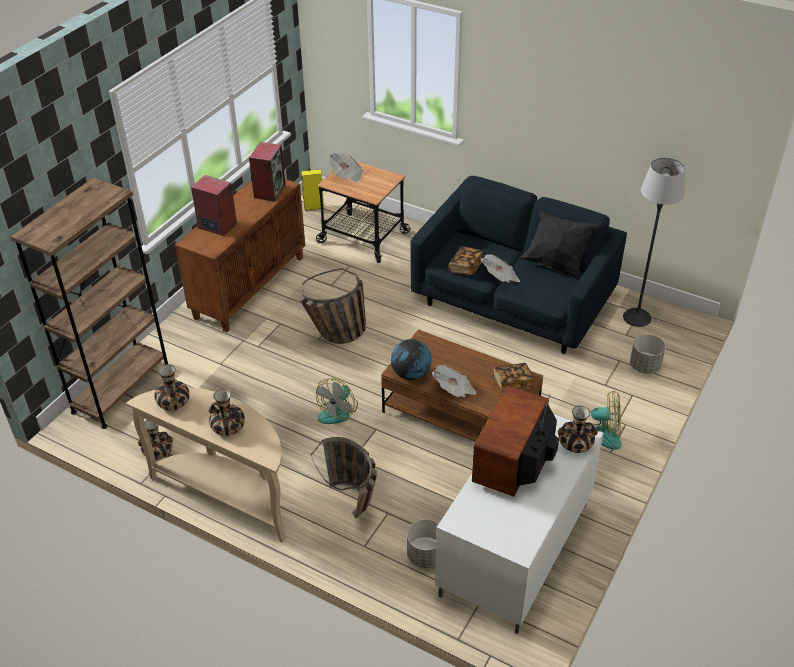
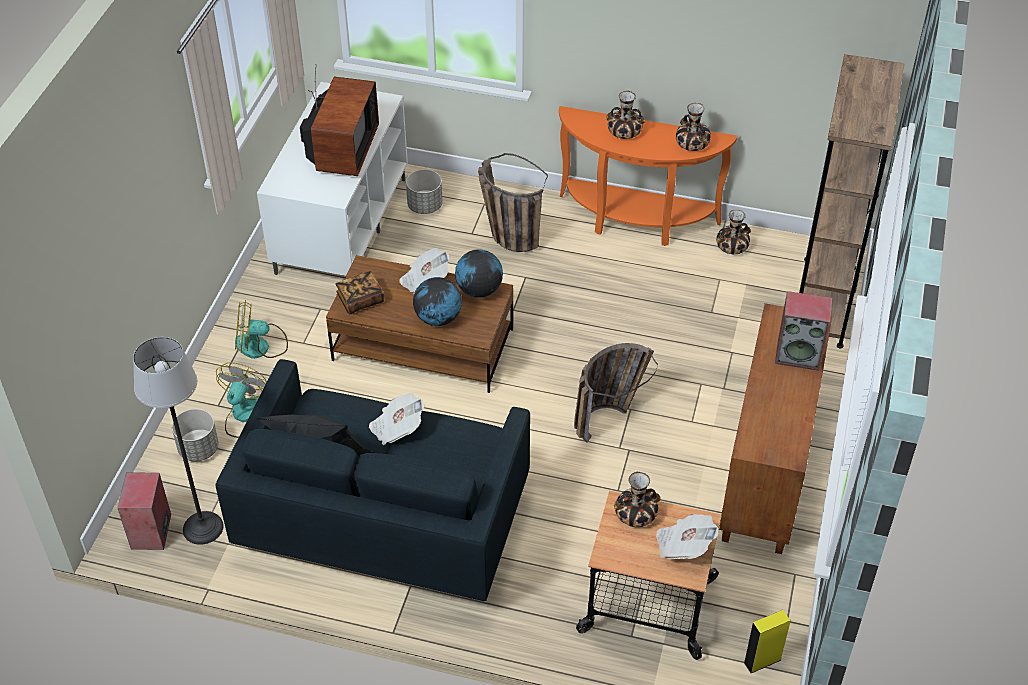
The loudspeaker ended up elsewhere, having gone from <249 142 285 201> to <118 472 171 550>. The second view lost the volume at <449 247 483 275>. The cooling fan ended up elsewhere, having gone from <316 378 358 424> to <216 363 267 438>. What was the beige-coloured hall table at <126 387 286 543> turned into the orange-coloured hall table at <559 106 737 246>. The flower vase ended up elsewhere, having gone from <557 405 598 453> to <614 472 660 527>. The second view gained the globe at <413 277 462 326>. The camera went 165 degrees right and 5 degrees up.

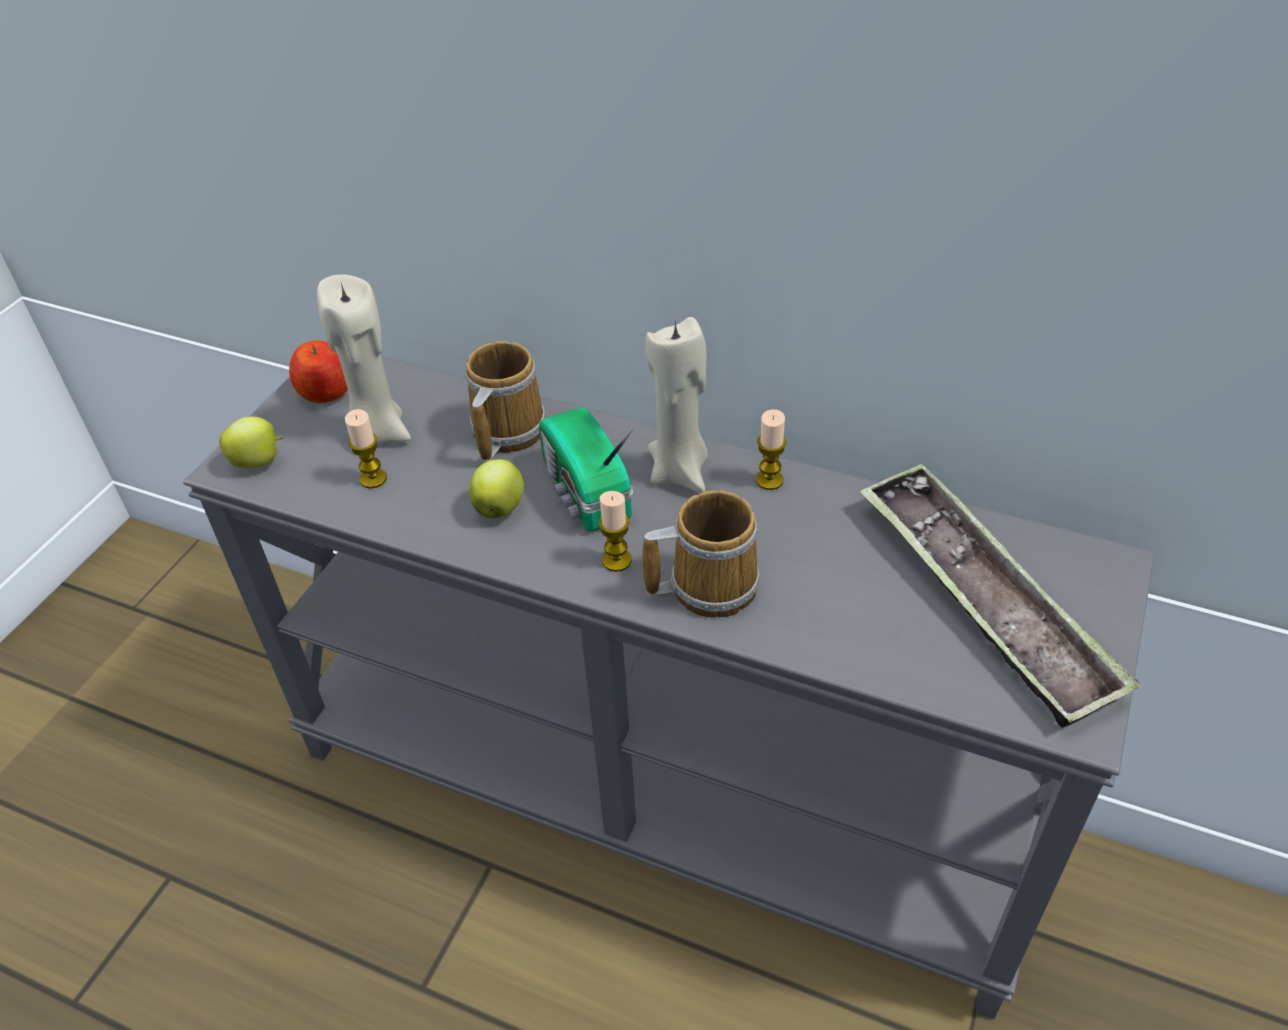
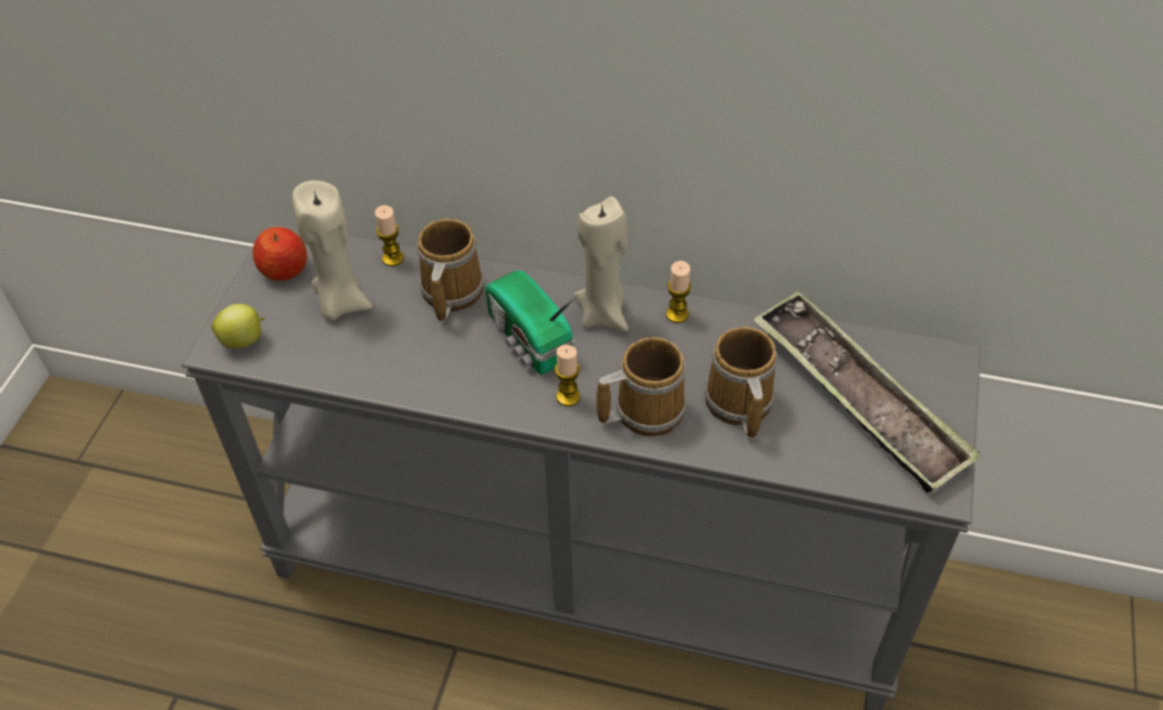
The wax candle ended up elsewhere, having gone from <345 409 387 488> to <375 205 404 266>. The second view lost the apple at <469 459 524 518>. The second view gained the tea mug at <705 327 777 439>. The camera went 10 degrees left and 5 degrees up.

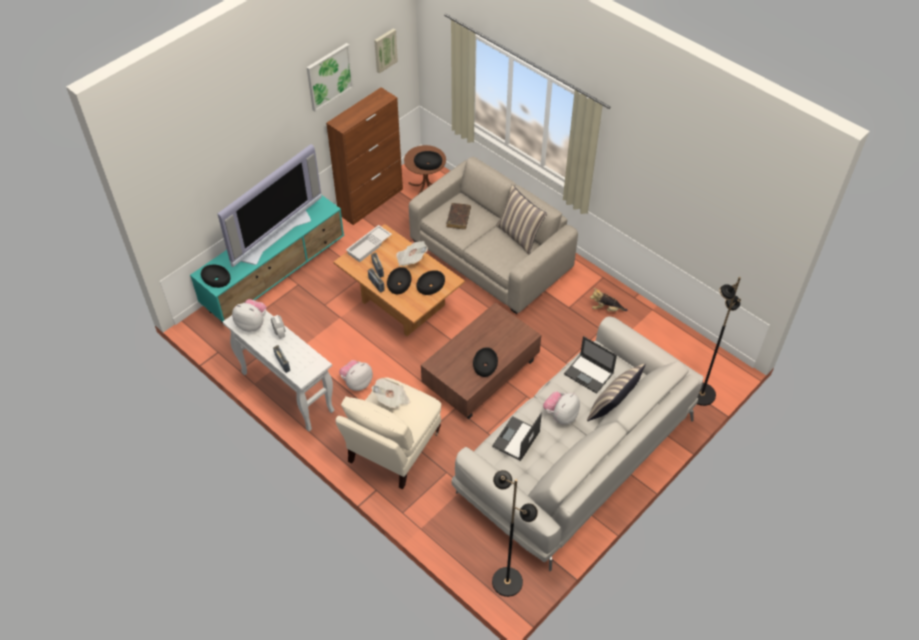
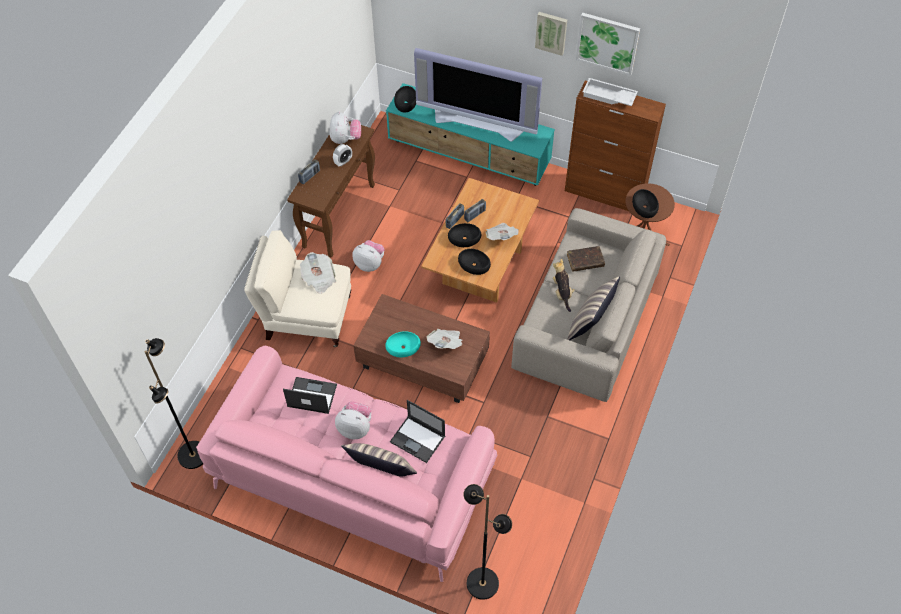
The wall art ended up elsewhere, having gone from <374 28 398 74> to <535 12 567 56>. The whitish carrying tray ended up elsewhere, having gone from <346 225 392 262> to <583 78 638 106>. The soft toy ended up elsewhere, having gone from <590 288 628 312> to <553 259 575 312>. What was the whitish hall table at <223 311 335 431> turned into the brownish hall table at <287 121 375 258>. What was the whitish sofa at <451 317 704 571> turned into the pinkish sofa at <196 346 497 582>. The laptop at <564 336 617 394> ended up facing another way, 75 degrees counterclockwise from before. What was the black-coloured bowl at <473 347 498 377> turned into the turquoise-coloured bowl at <385 331 421 357>. The second view gained the newspaper at <427 329 463 349>. The camera went 70 degrees right and 5 degrees up.

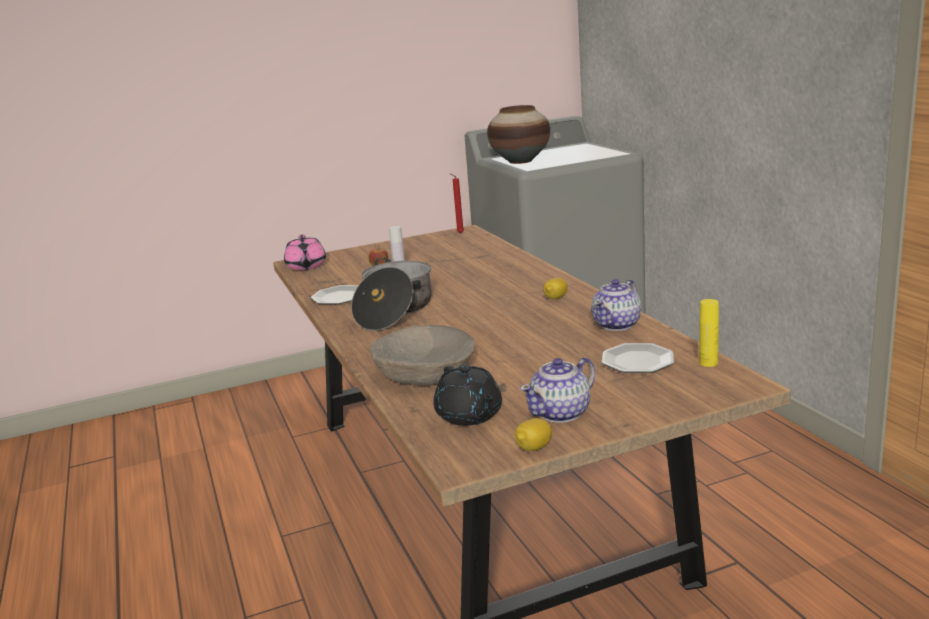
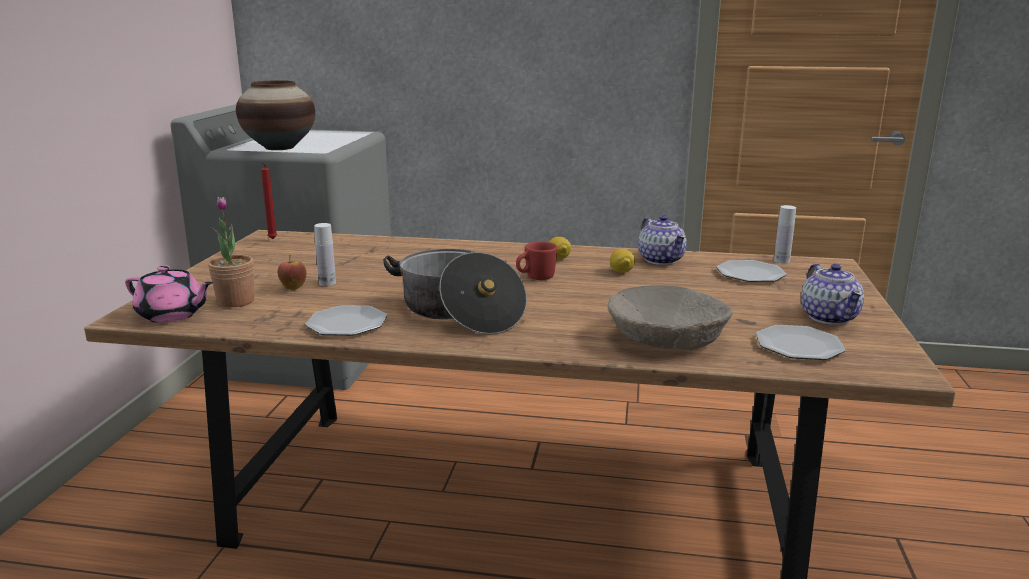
What was the yellow-coloured bottle at <699 299 719 367> turned into the whitish bottle at <774 205 796 264>. Where the black-coloured teapot stood at <433 365 502 426>, the flat dish came to stand at <756 325 846 360>. The citrus fruit ended up elsewhere, having gone from <515 418 552 451> to <610 249 635 273>. The second view gained the houseplant at <208 197 254 307>. The second view gained the red tea mug at <516 242 558 280>. The camera went 60 degrees left and 0 degrees up.

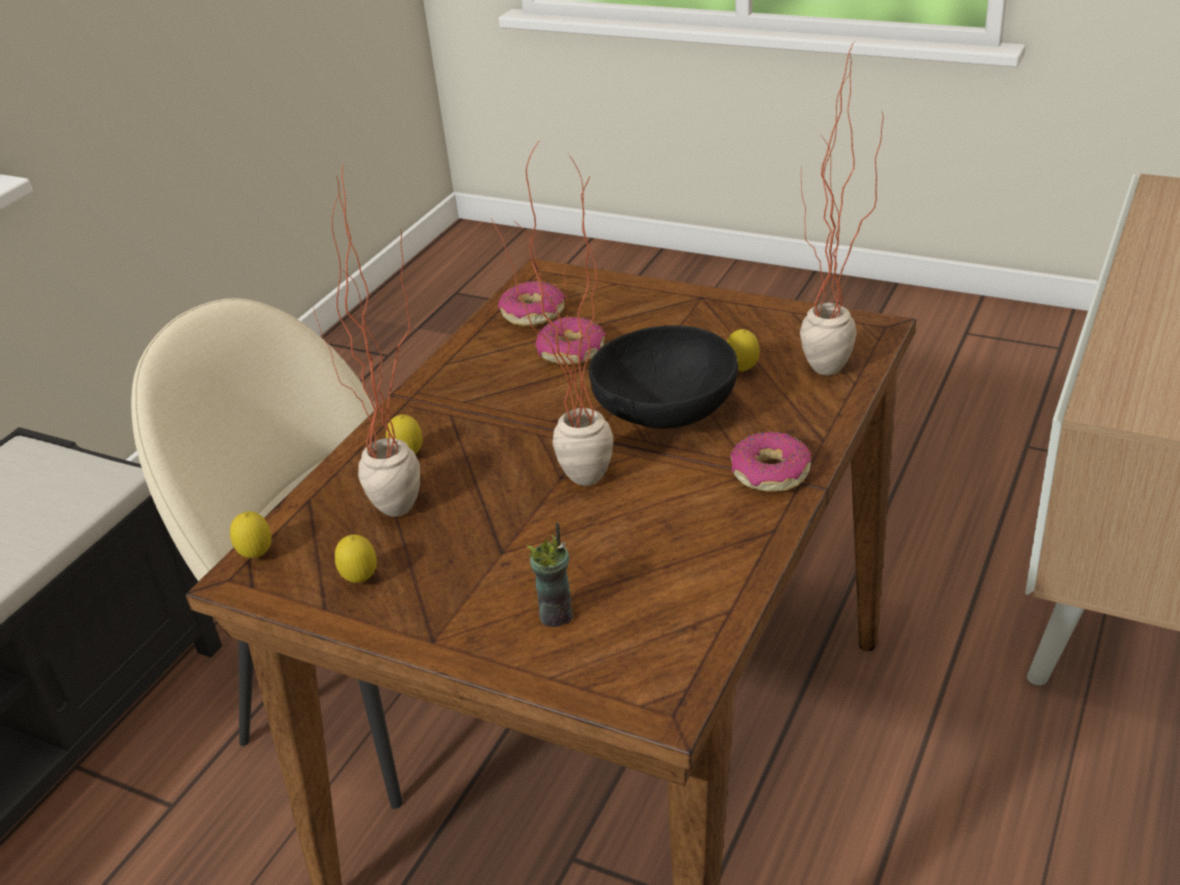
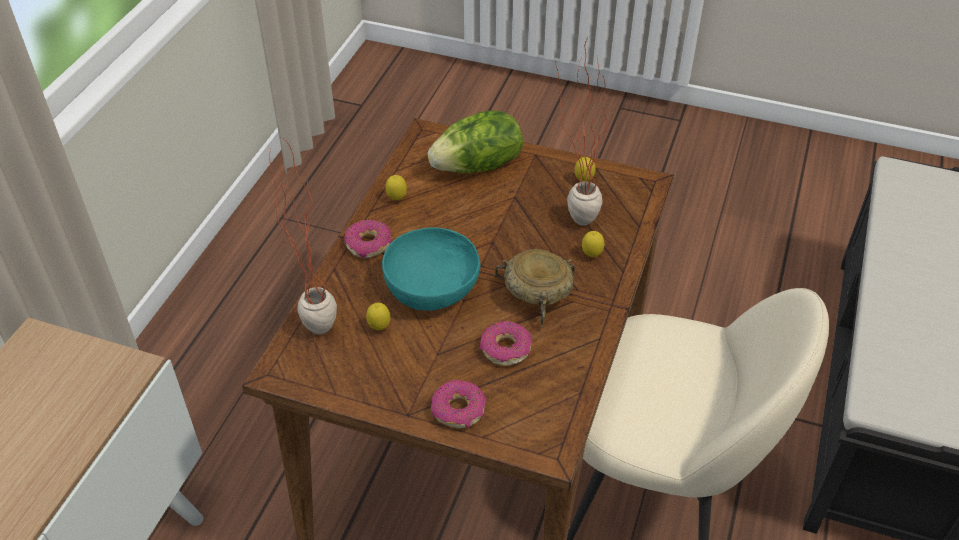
The second view lost the houseplant at <491 139 613 486>. The doughnut ended up elsewhere, having gone from <498 281 565 326> to <431 380 486 429>. What was the black-coloured bowl at <589 325 738 429> turned into the turquoise-coloured bowl at <382 228 480 311>. The citrus fruit ended up elsewhere, having gone from <230 511 272 558> to <386 175 407 200>. Where the cup stood at <527 522 573 627>, the head of lettuce came to stand at <428 111 523 173>. The second view gained the beige-coloured bowl at <494 249 575 328>. The camera went 170 degrees right and 10 degrees up.

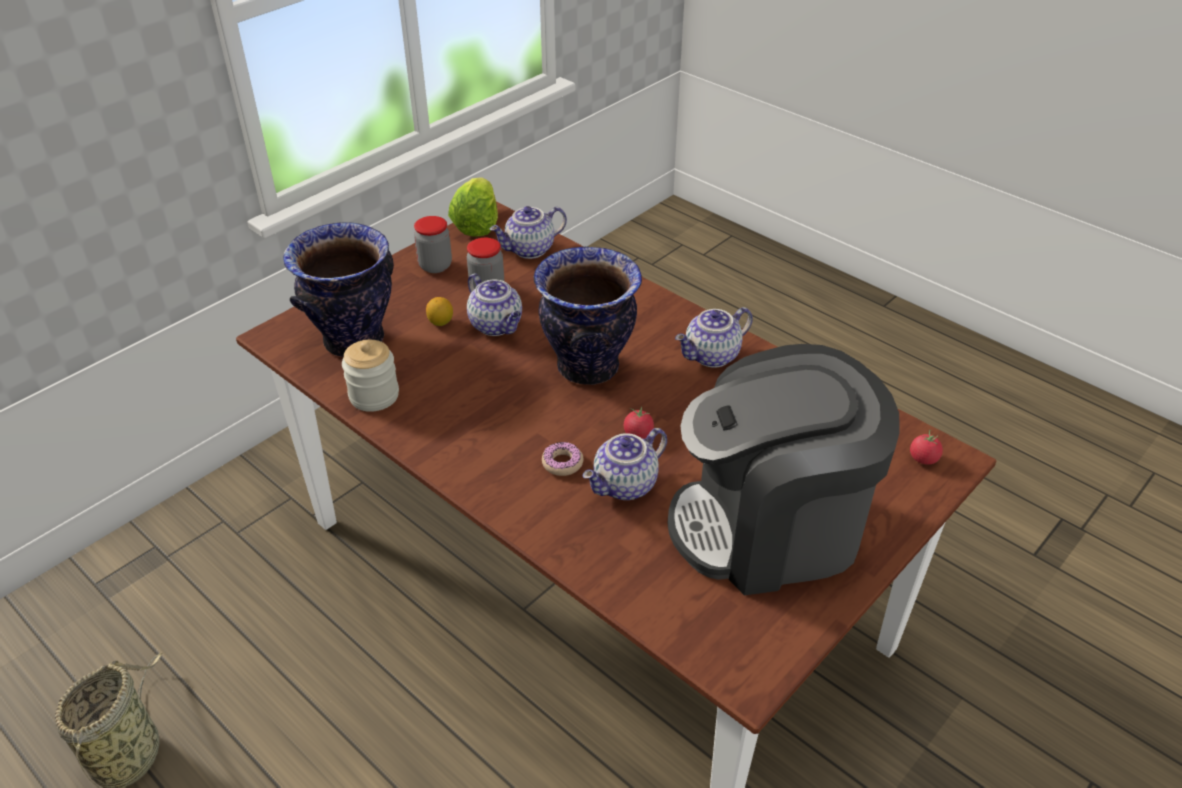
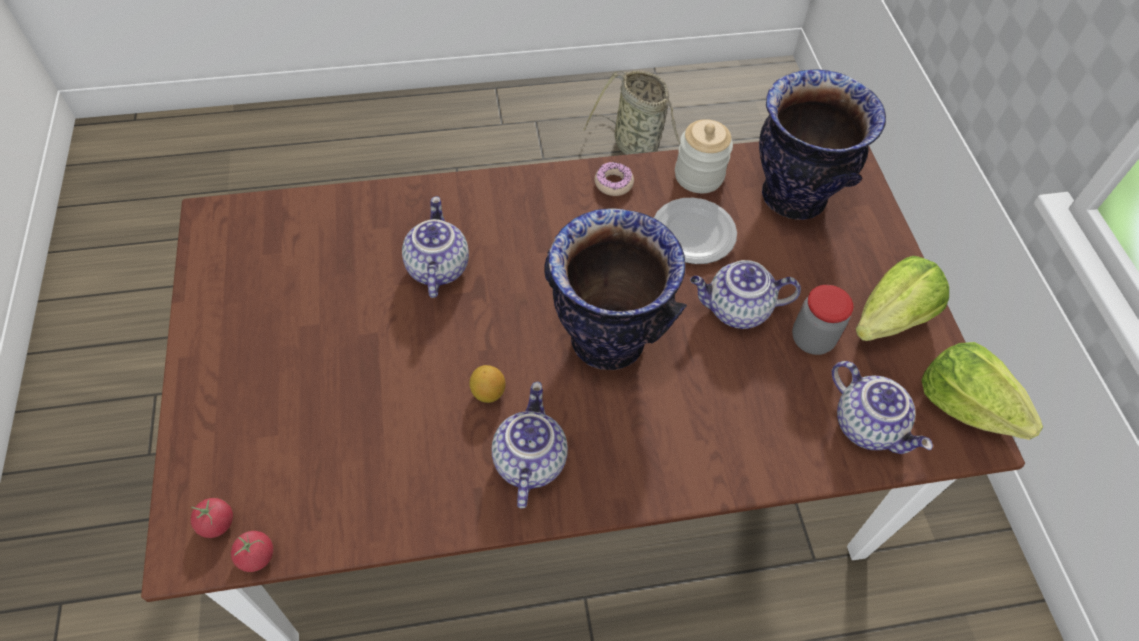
The teapot at <489 206 567 259> ended up facing another way, 135 degrees clockwise from before. Where the preserve jar stood at <414 216 452 273>, the head of lettuce came to stand at <856 256 949 341>. The citrus fruit ended up elsewhere, having gone from <426 297 453 326> to <469 365 506 403>. The second view lost the coffee maker at <667 344 900 595>. The whole tomato ended up elsewhere, having gone from <624 406 654 439> to <231 531 273 572>. The doughnut ended up elsewhere, having gone from <542 442 583 476> to <594 162 634 196>. The second view gained the flat dish at <654 198 737 264>. The camera went 125 degrees right and 15 degrees up.

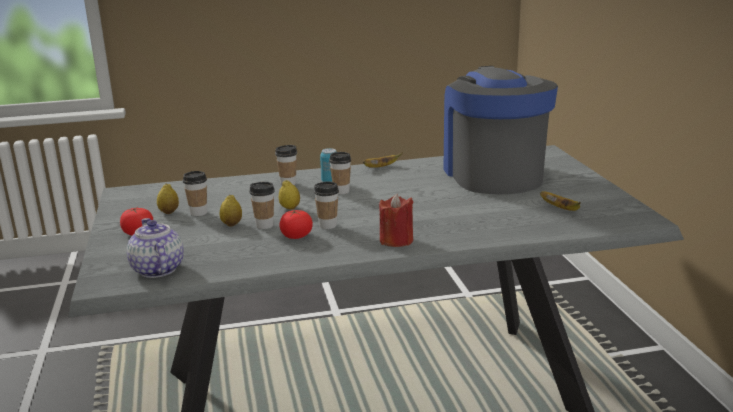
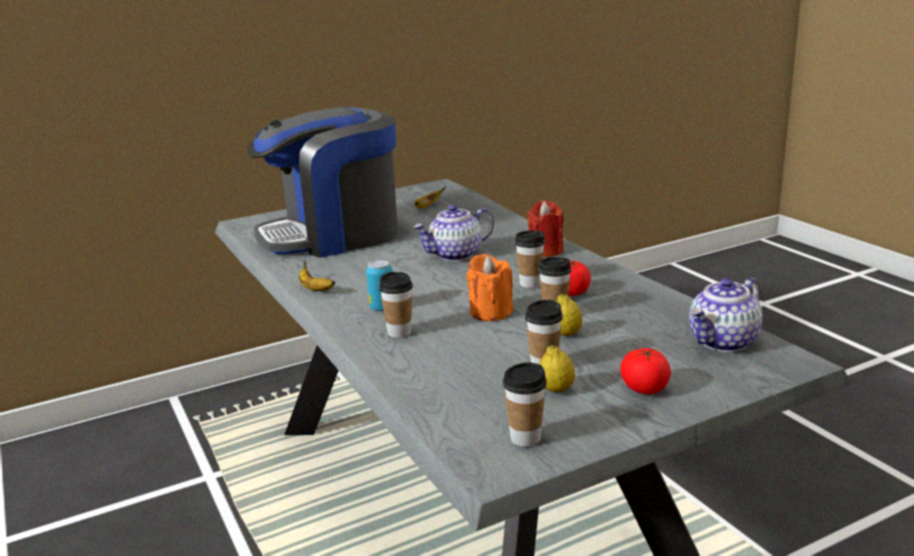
The cup ended up elsewhere, having gone from <329 152 352 194> to <503 362 547 447>. Where the citrus fruit stood at <279 180 300 209>, the orange-coloured wax candle came to stand at <467 254 513 321>. The second view gained the teapot at <413 205 494 261>. The camera went 105 degrees left and 0 degrees up.

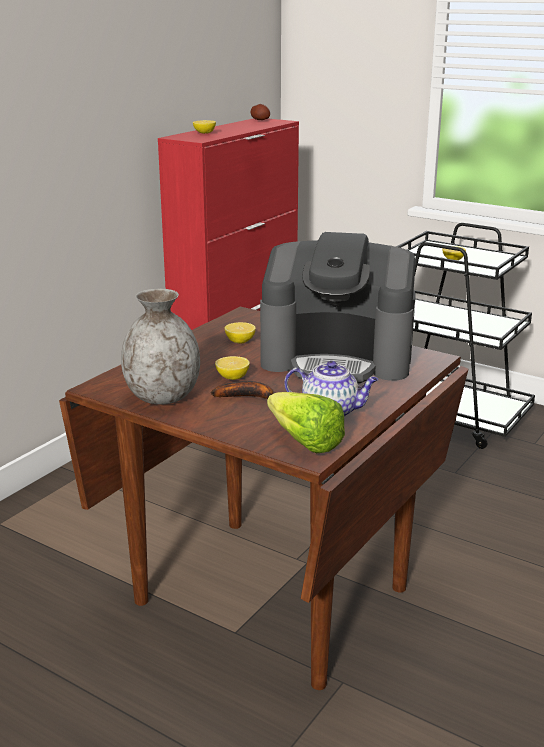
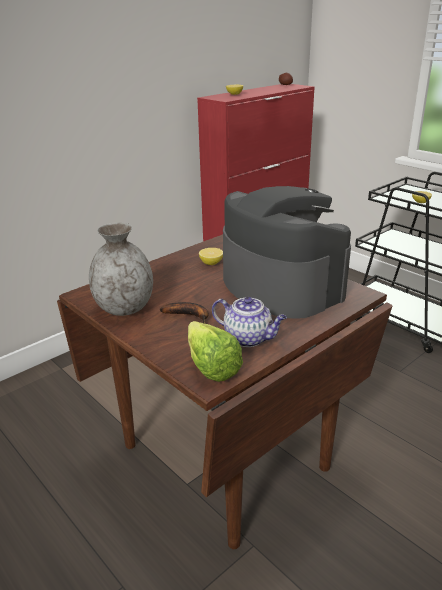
The coffee maker at <260 232 416 383> ended up facing another way, 150 degrees counterclockwise from before. The second view lost the citrus fruit at <215 356 250 380>. The camera went 15 degrees right and 5 degrees up.

